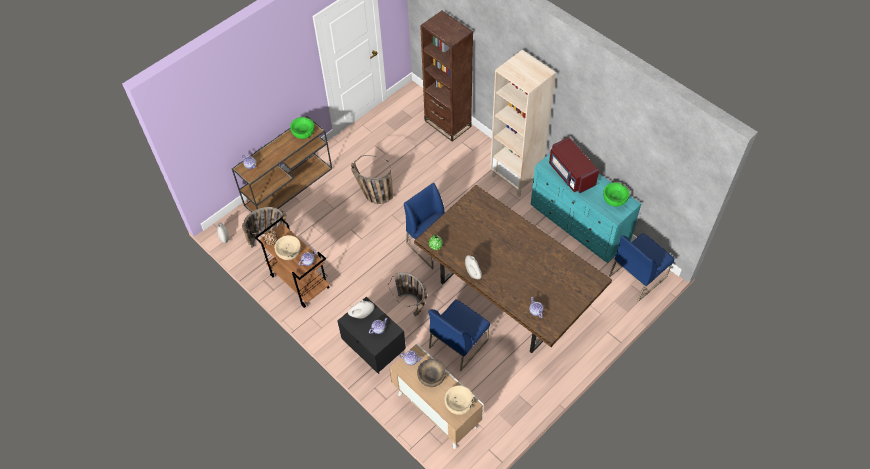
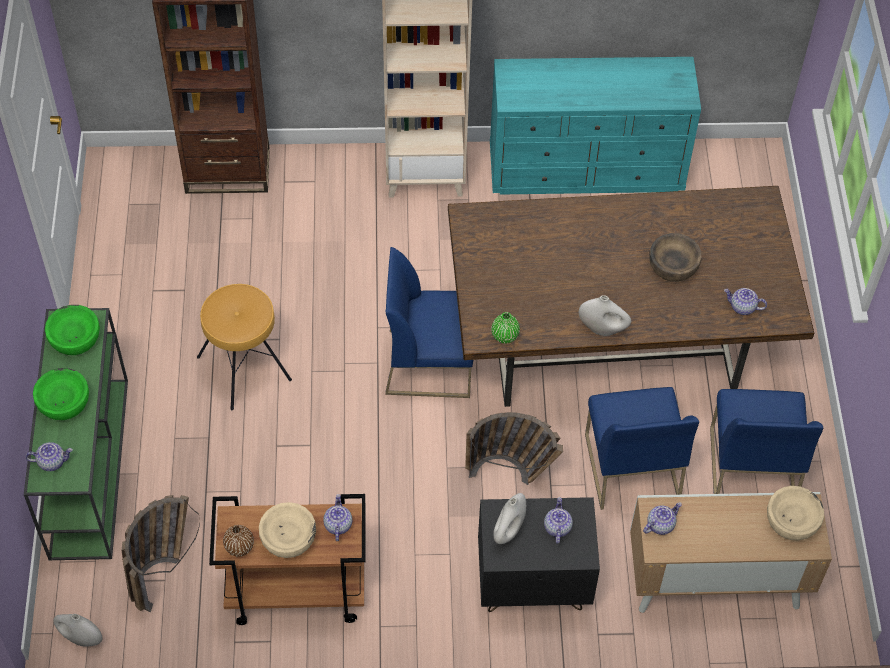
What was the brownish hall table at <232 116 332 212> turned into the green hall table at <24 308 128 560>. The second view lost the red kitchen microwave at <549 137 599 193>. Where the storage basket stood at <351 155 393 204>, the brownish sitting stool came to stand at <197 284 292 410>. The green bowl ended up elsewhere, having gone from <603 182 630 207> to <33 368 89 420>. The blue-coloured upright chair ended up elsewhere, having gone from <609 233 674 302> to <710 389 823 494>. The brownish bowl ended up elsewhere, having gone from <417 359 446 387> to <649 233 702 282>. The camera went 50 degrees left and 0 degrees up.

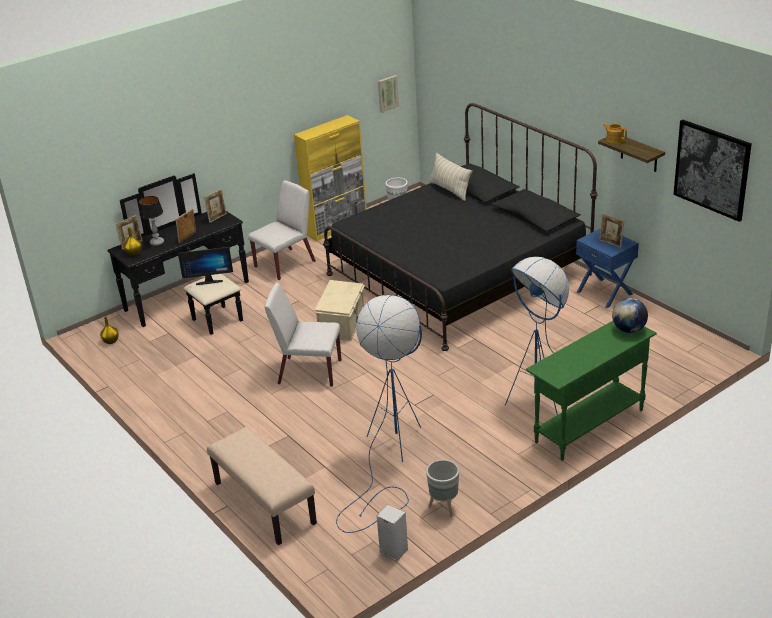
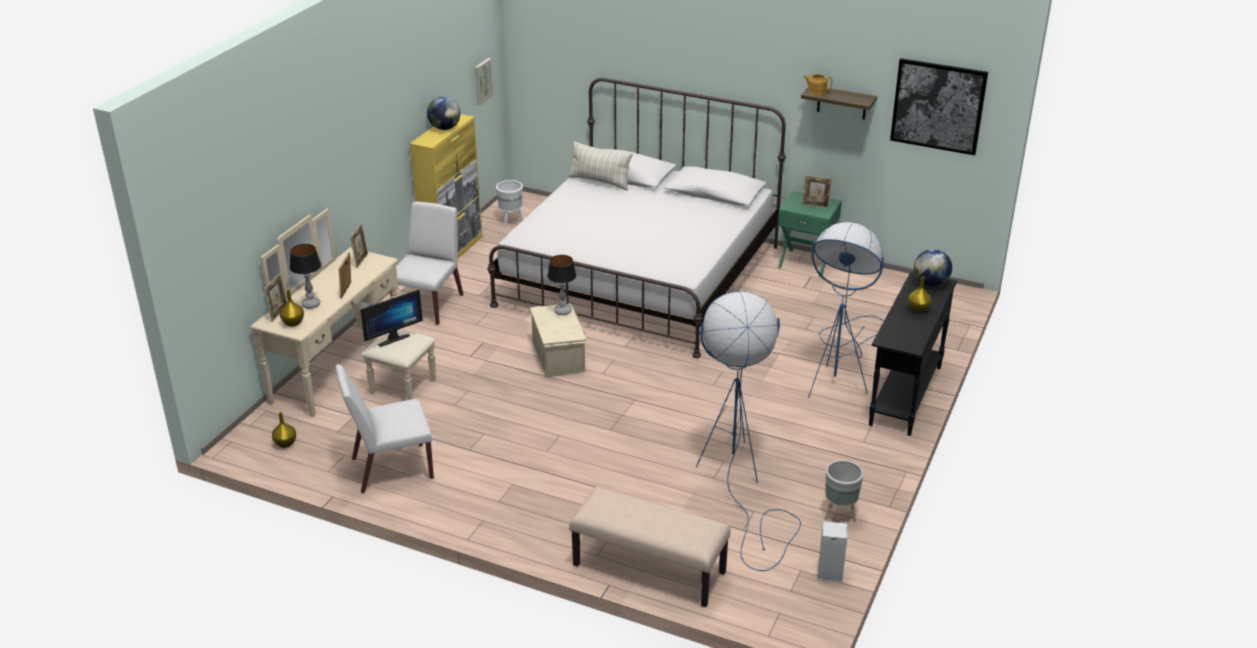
What was the black-coloured bedroom bed at <323 103 598 351> turned into the whitish bedroom bed at <487 78 786 358>. What was the black-coloured chest of drawers at <107 173 249 335> turned into the beige-coloured chest of drawers at <250 209 436 417>. What was the blue-coloured nightstand at <576 228 639 308> turned into the green nightstand at <778 191 842 278>. The whitish upright chair ended up elsewhere, having gone from <265 283 341 387> to <335 364 434 493>. What was the green hall table at <526 321 657 461> turned into the black-coloured hall table at <869 271 957 436>. The second view gained the globe at <427 97 460 130>. The second view gained the lamp for a table at <547 255 576 315>. The second view gained the yellow-coloured flower vase at <908 276 932 313>. The camera went 30 degrees left and 0 degrees up.

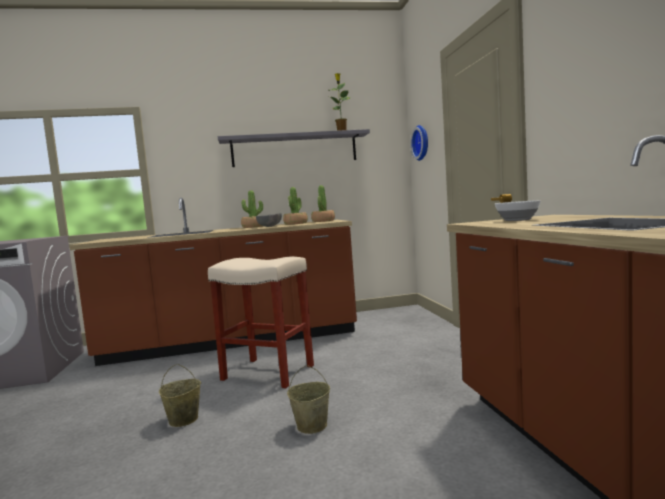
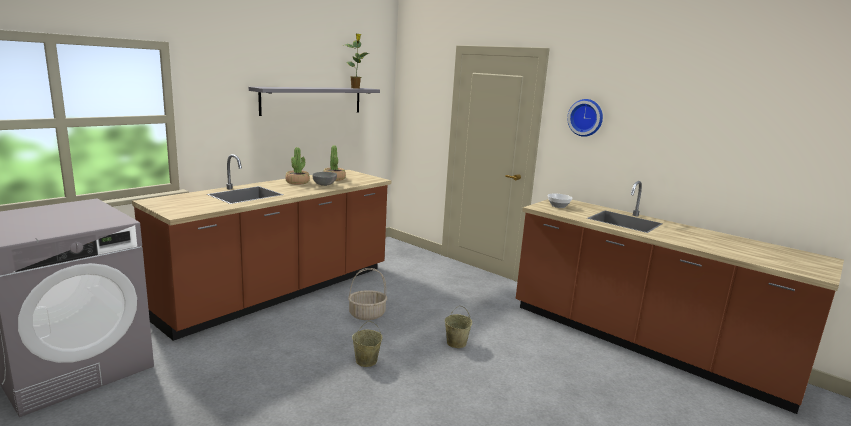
The hanging clock ended up elsewhere, having gone from <411 125 428 161> to <567 99 603 137>. The second view lost the houseplant at <311 185 335 222>. Where the beige-coloured sitting stool stood at <208 257 314 388>, the storage basket came to stand at <348 268 387 320>. The camera went 40 degrees left and 10 degrees up.

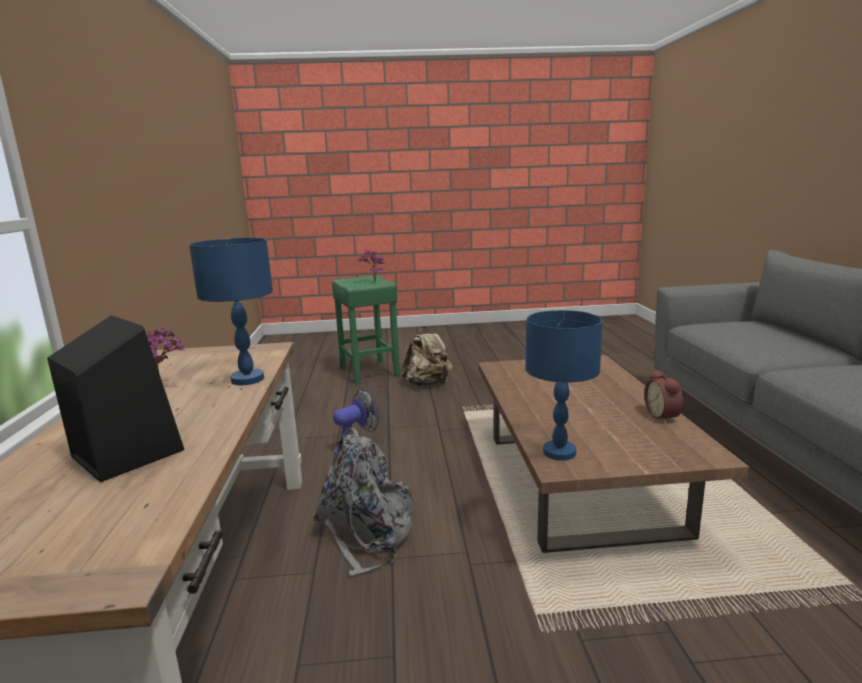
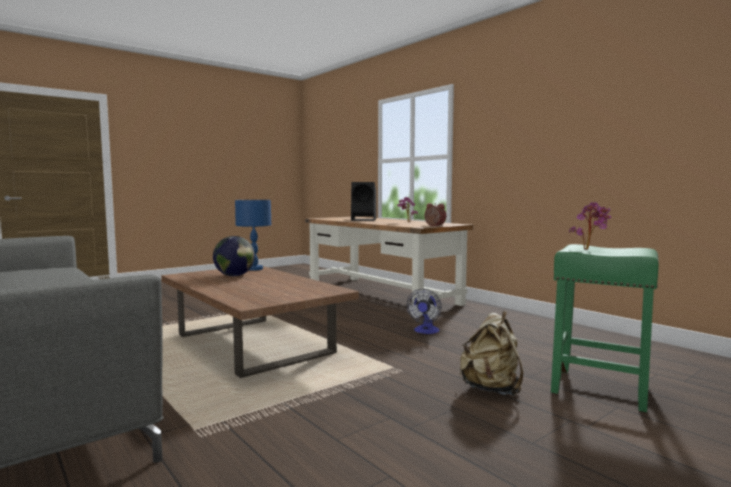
The second view lost the blue-coloured lamp for a table at <189 238 273 385>. The table clock ended up elsewhere, having gone from <644 369 683 423> to <425 203 446 226>. The second view lost the greyish knapsack at <313 428 417 576>. The second view gained the globe at <213 236 255 276>. The camera went 145 degrees right and 10 degrees down.

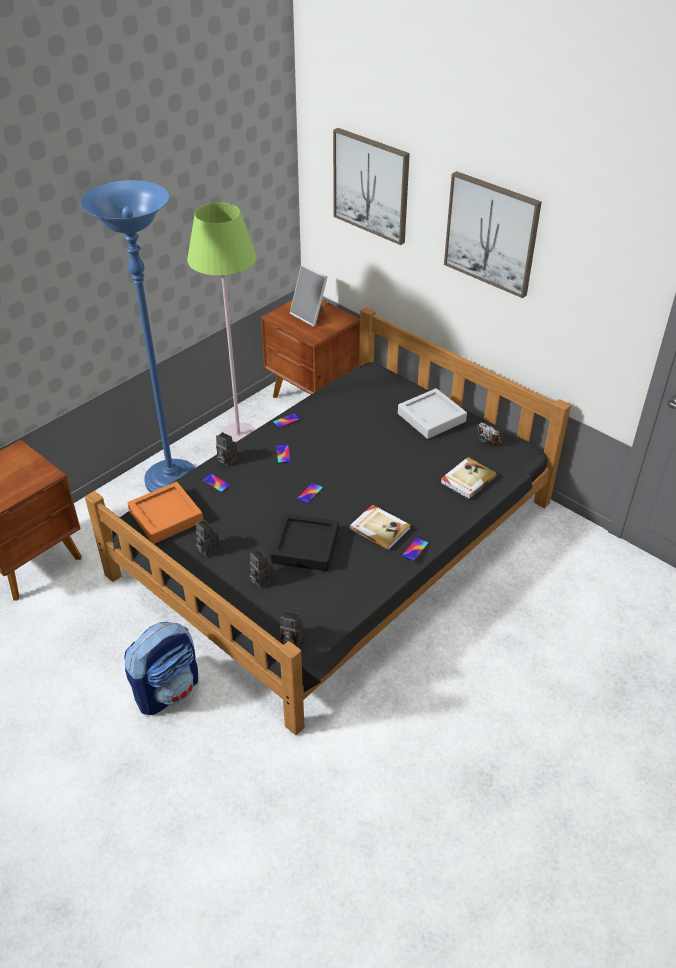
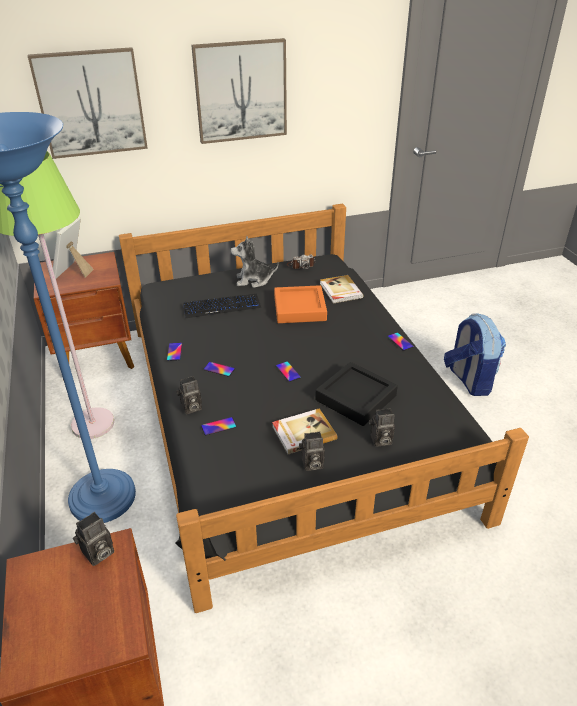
The standing frame at <290 264 328 327> ended up facing another way, 120 degrees clockwise from before. Where the greyish carrying tray stood at <398 388 467 439>, the soft toy came to stand at <231 236 279 288>. The orange-coloured carrying tray ended up elsewhere, having gone from <128 482 203 544> to <274 285 327 323>. The volume ended up elsewhere, having gone from <350 505 410 550> to <272 408 338 454>. The still camera ended up elsewhere, having gone from <280 611 303 647> to <73 512 114 566>. The knapsack ended up elsewhere, having gone from <124 622 198 715> to <444 314 506 396>. The second view gained the keyboard at <183 294 261 318>. The camera went 60 degrees left and 5 degrees down.

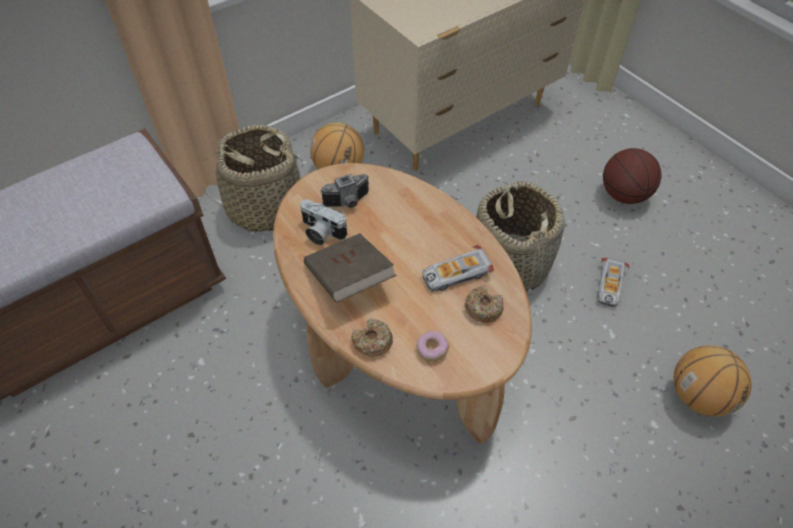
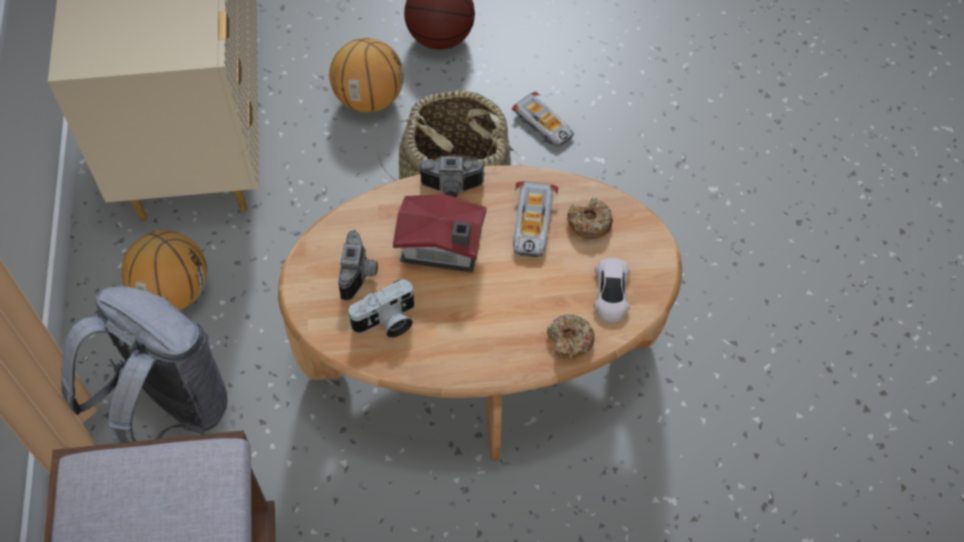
Where the storage basket stood at <199 125 301 232>, the greyish knapsack came to stand at <61 286 228 443>. The second view lost the brownish volume at <304 233 397 303>. Where the doughnut stood at <416 331 449 361>, the whitish model car came to stand at <593 258 630 322>. The basketball ended up elsewhere, having gone from <674 345 752 417> to <329 38 404 113>. The second view gained the still camera at <418 157 485 197>. The second view gained the toy house at <393 194 487 273>. The camera went 60 degrees left and 5 degrees up.

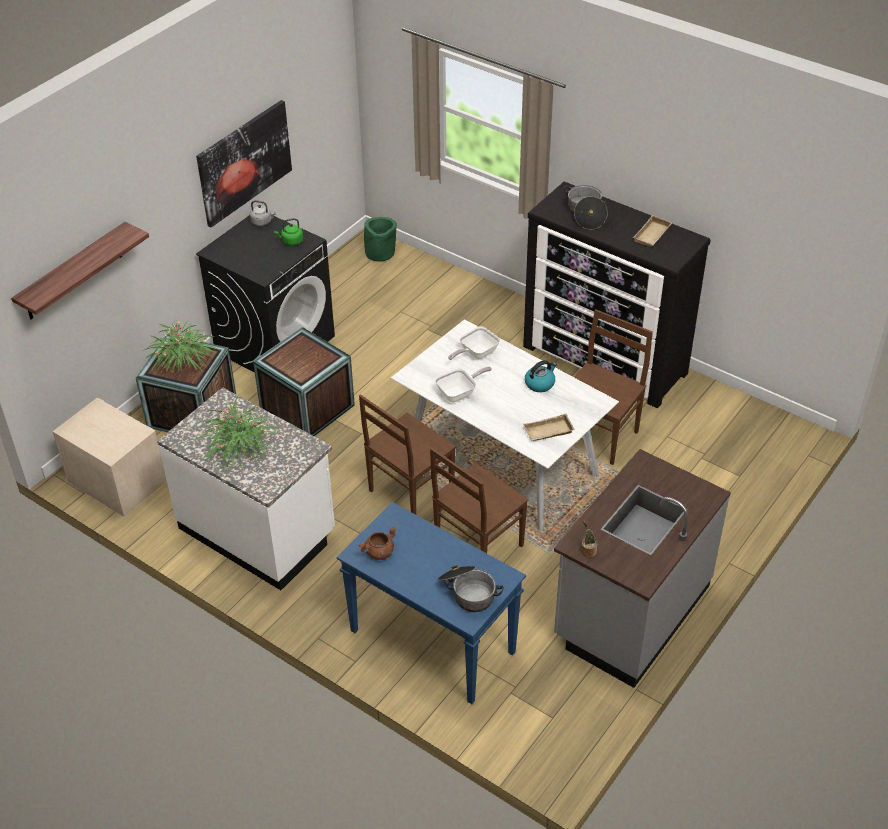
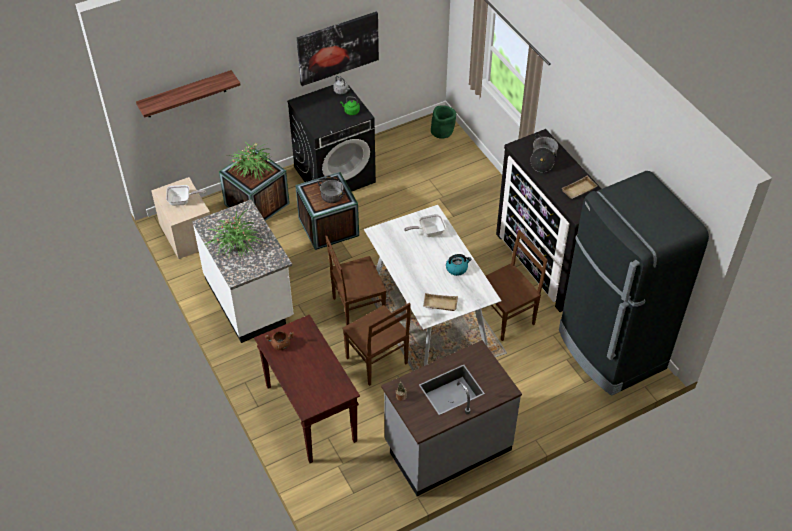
The skillet ended up elsewhere, having gone from <435 367 492 403> to <166 185 206 206>. The brownish upright chair at <430 447 529 553> ended up facing another way, 105 degrees counterclockwise from before. What was the blue-coloured hall table at <337 502 526 704> turned into the brownish hall table at <254 315 360 463>. The saucepot ended up elsewhere, having gone from <437 565 504 612> to <318 176 346 203>. The second view gained the black-coloured kitchen fridge at <559 171 709 396>. The camera went 25 degrees right and 5 degrees up.

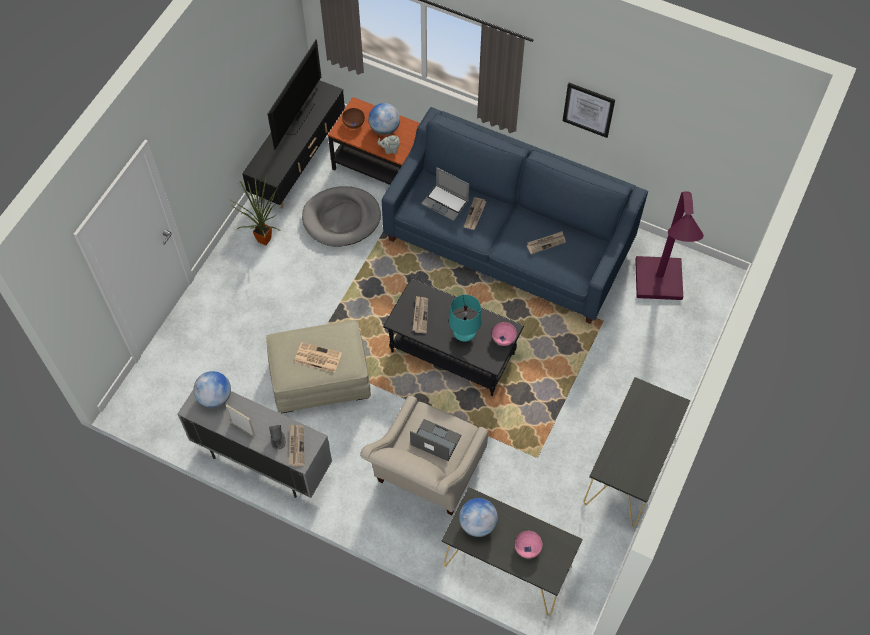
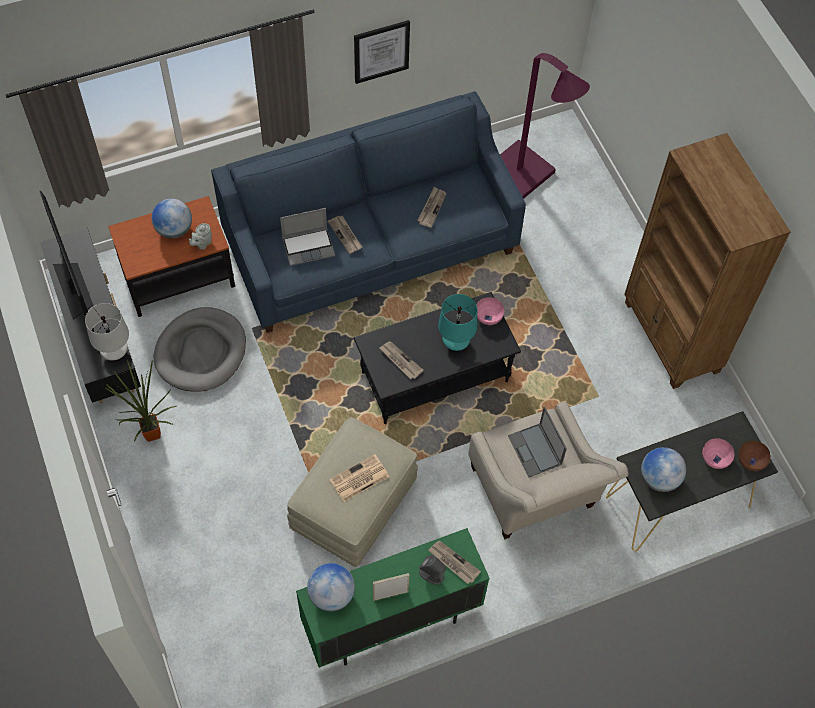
The brownish bowl ended up elsewhere, having gone from <342 108 365 129> to <738 441 771 471>. Where the black-coloured hall table stood at <584 377 691 526>, the brownish shelving unit came to stand at <624 133 791 389>. What was the greyish cupboard at <177 390 332 498> turned into the green cupboard at <296 528 490 668>. The laptop at <410 419 461 461> ended up facing another way, 90 degrees counterclockwise from before. The second view gained the whitish lamp for a table at <85 303 129 362>. The camera went 50 degrees left and 0 degrees up.

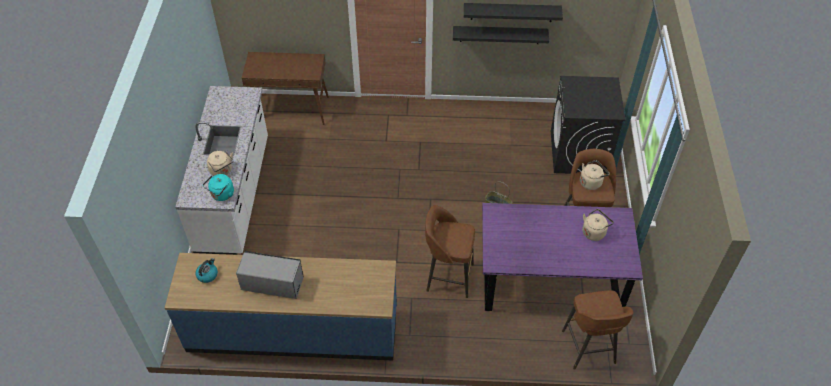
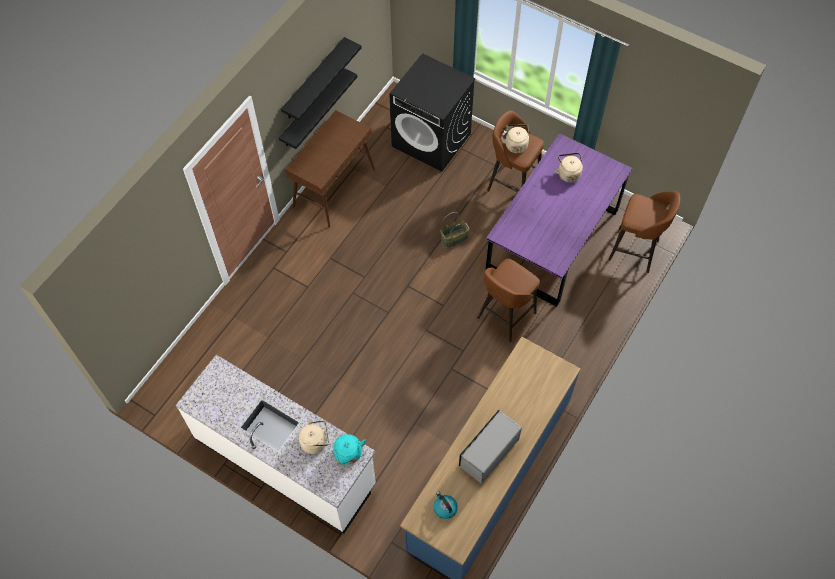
The brownish hall table ended up elsewhere, having gone from <242 52 329 125> to <285 110 375 228>. The camera went 60 degrees left and 10 degrees up.

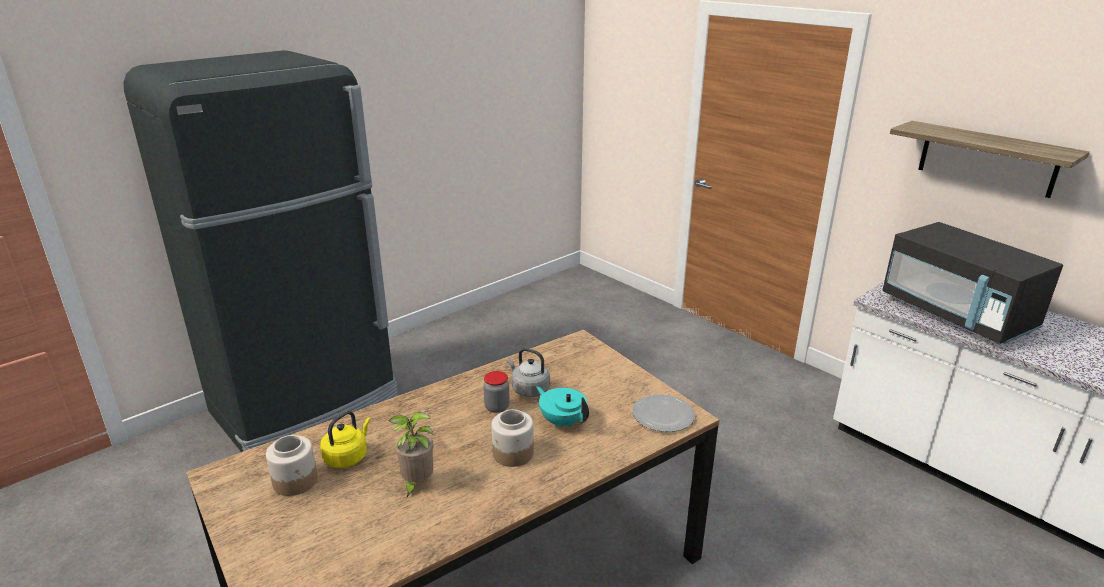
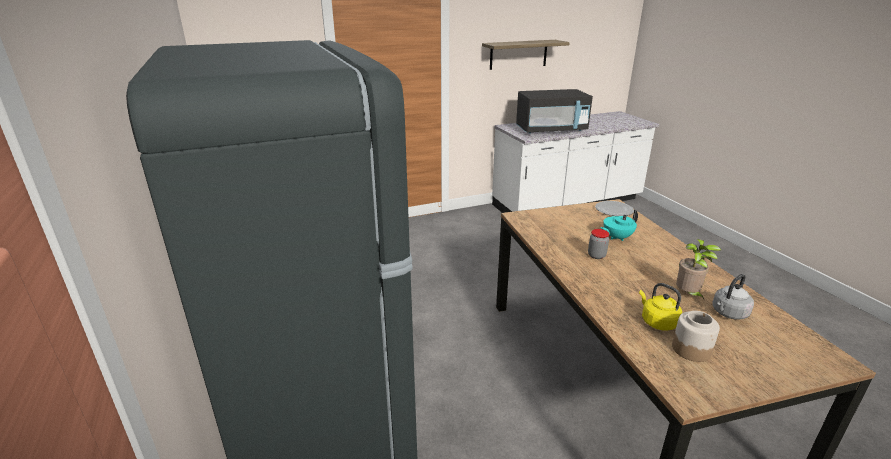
The greyish water kettle ended up elsewhere, having gone from <507 348 550 398> to <713 274 754 320>. The second view lost the preserve jar at <491 409 534 467>. The camera went 70 degrees left and 0 degrees up.

